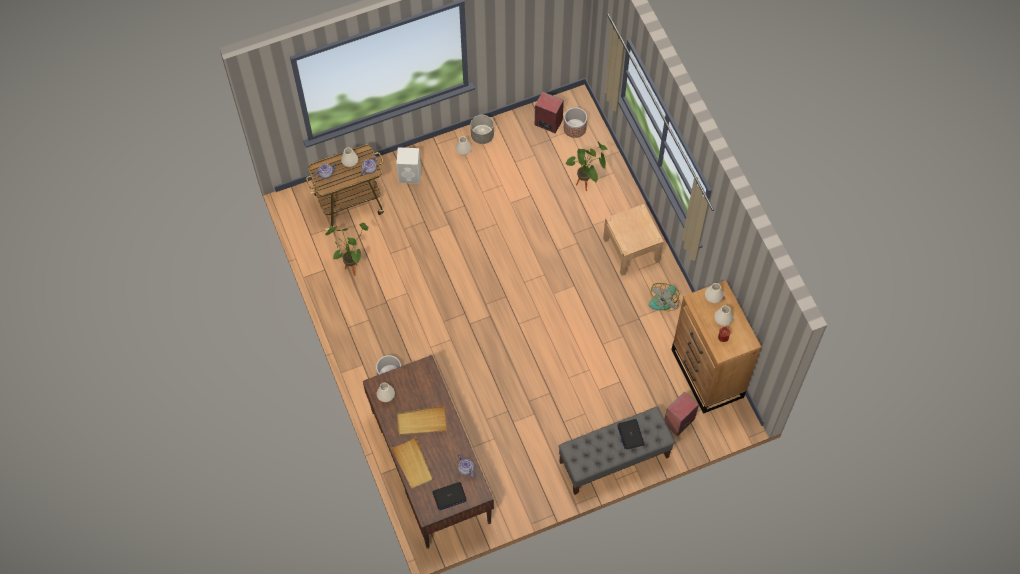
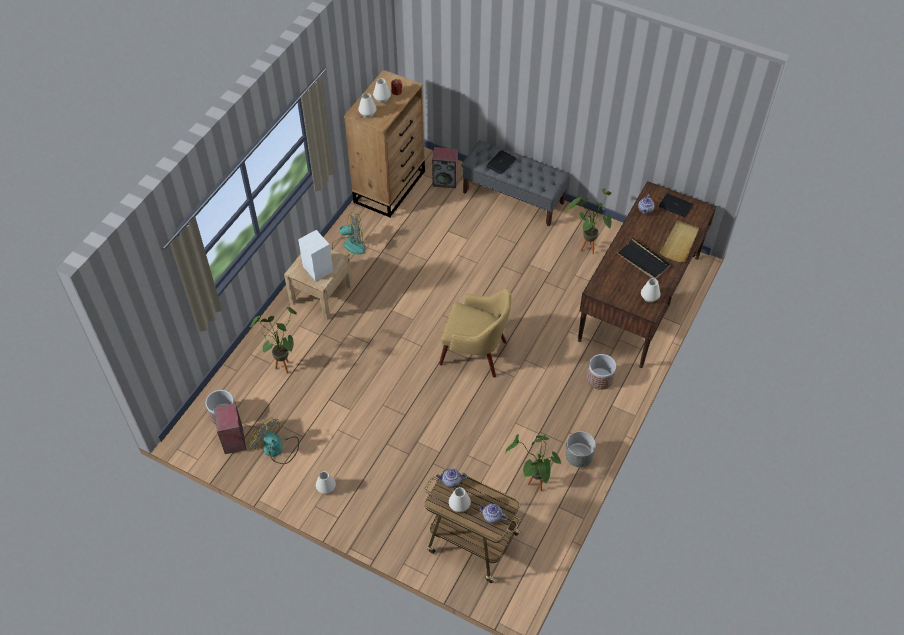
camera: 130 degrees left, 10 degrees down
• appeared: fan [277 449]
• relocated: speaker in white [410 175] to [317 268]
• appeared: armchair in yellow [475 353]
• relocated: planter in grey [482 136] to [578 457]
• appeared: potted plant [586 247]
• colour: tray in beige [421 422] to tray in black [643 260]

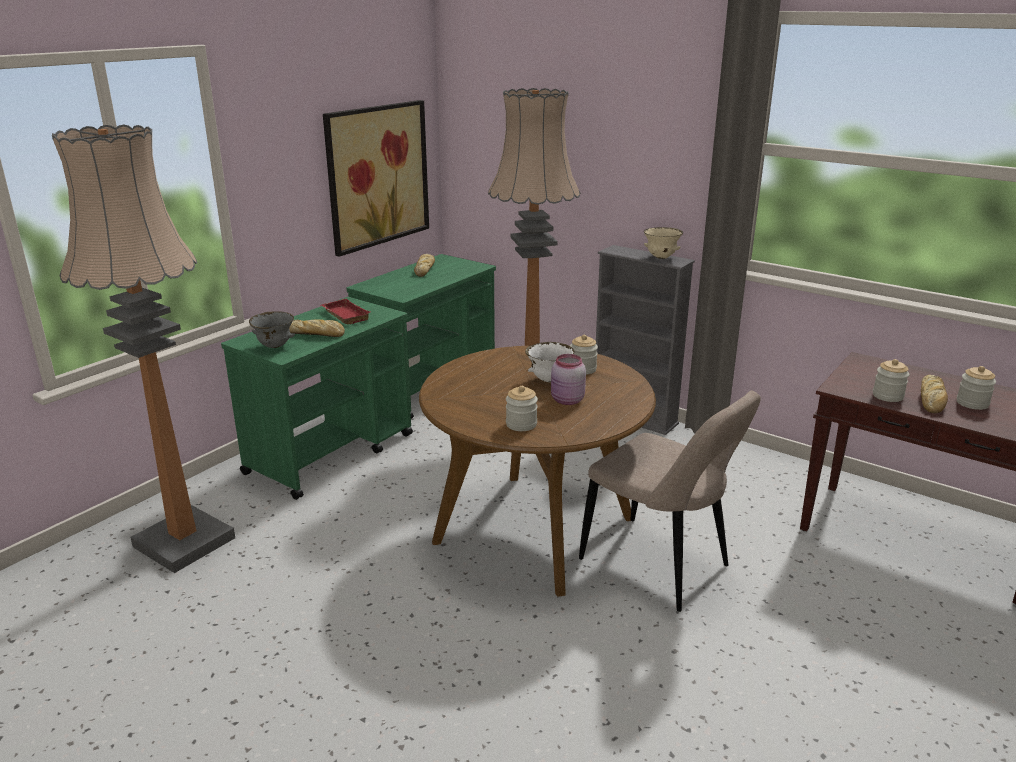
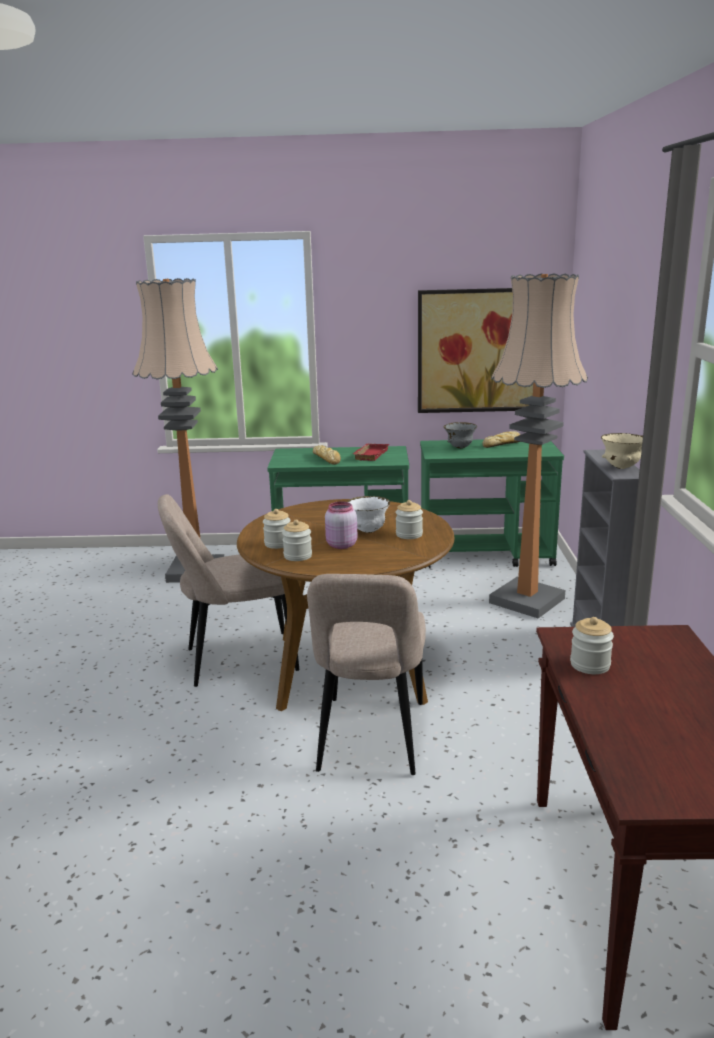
camera: 55 degrees right, 5 degrees down
• appeared: chair in beige [235 660]
• relocated: jar [972 403] to [297 556]
• relocated: bowl in grey [274 346] to [460 447]
• missing: bread [932 399]

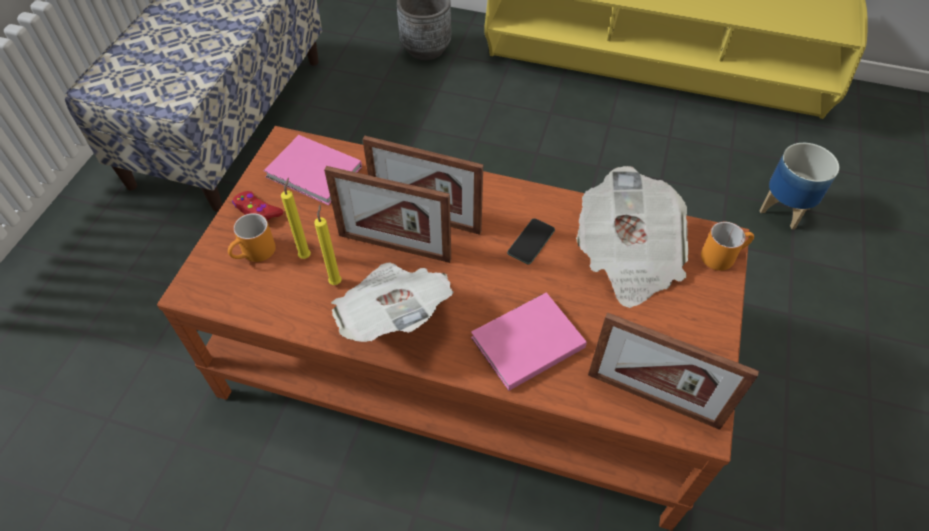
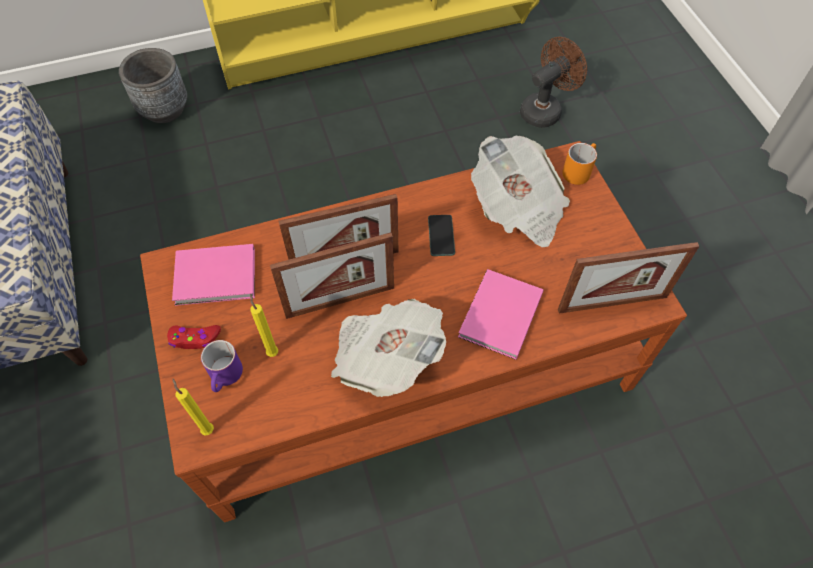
camera: 35 degrees left, 5 degrees up
• relocated: candle in yellow [336 281] to [207 428]
• colour: mug in orange [254 254] to mug in purple [226 377]
• exchanged: planter [783 209] to fan in brown [545 110]

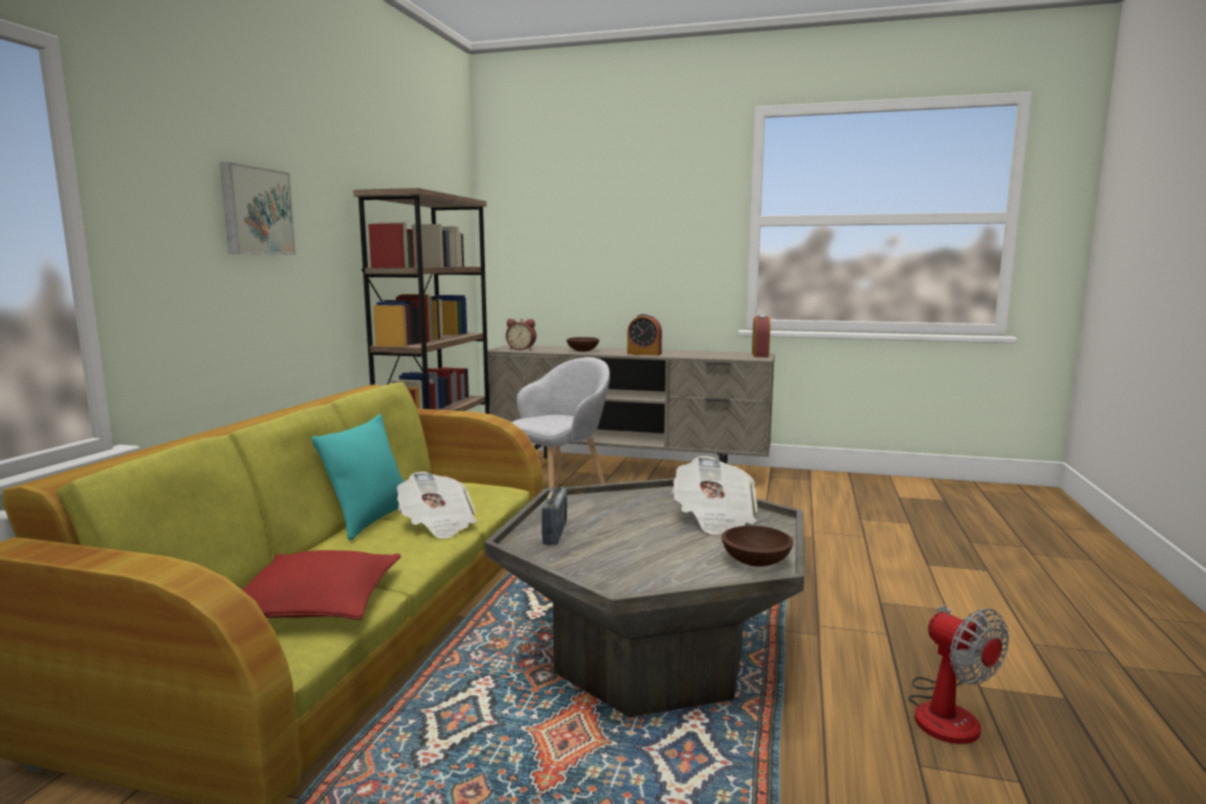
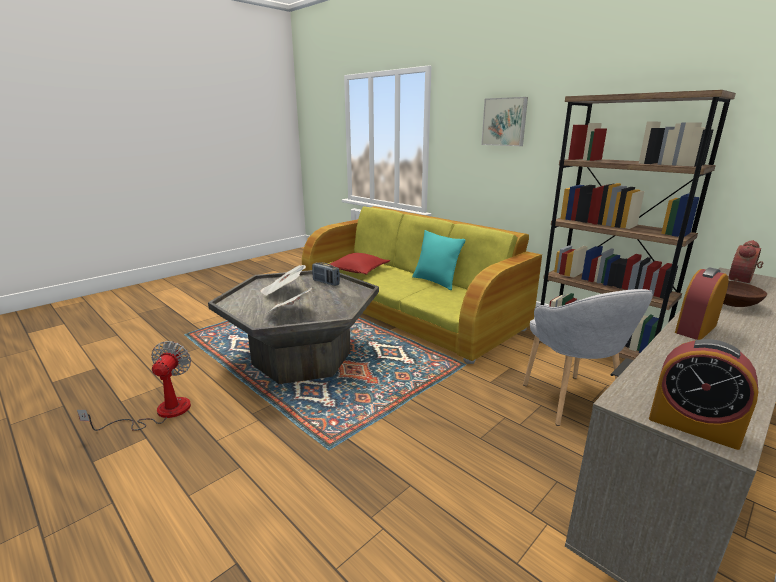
camera: 120 degrees right, 10 degrees up
• spun: fan [946 711] = [160 412] 90 degrees clockwise
• relocated: newspaper [438 525] to [283 292]
• missing: bowl in brown [756 561]

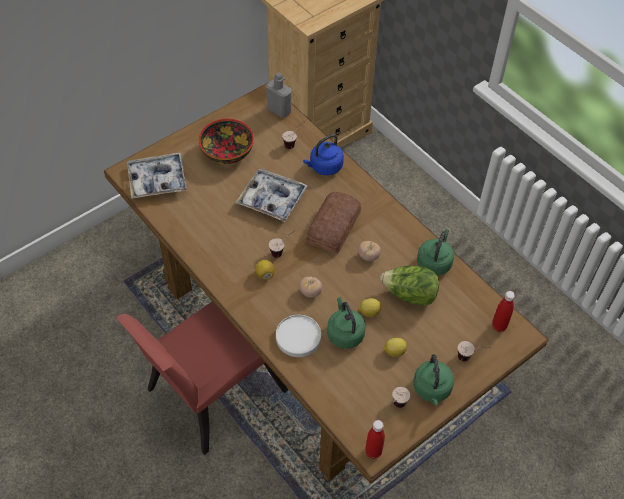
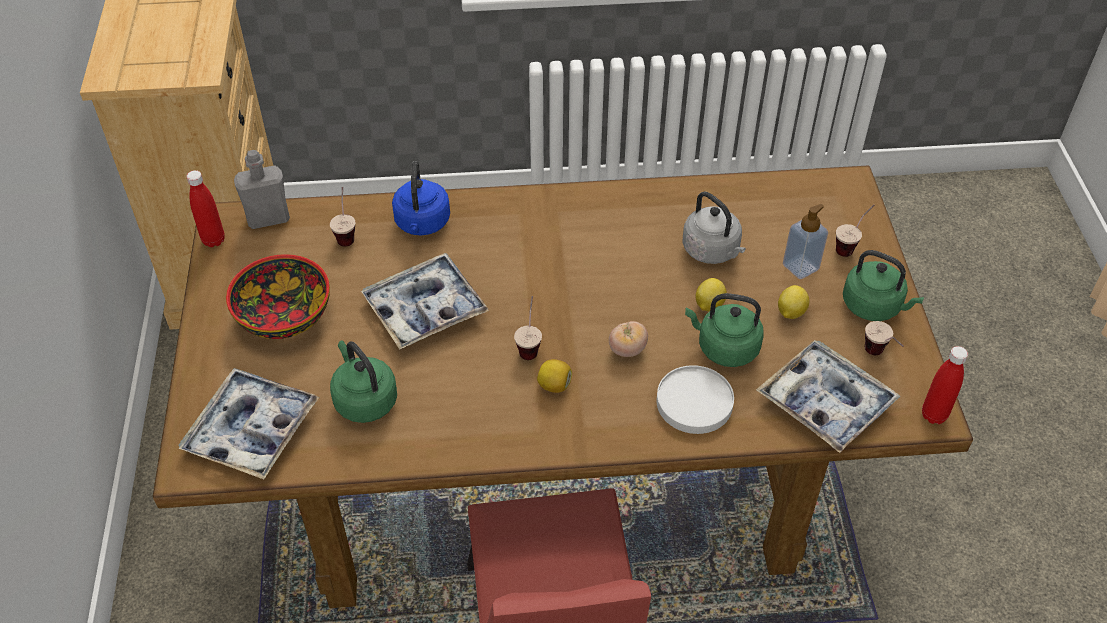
camera: 55 degrees left, 5 degrees down
• relocated: bottle in red [499 326] to [213 240]
• relocated: kettle in green [434 262] to [364 400]
• exchanged: lettuce [409 295] to kettle in grey [712 251]
• appeared: tray [825 402]
• appeared: soap dispenser [800 267]
• missing: bread [335 227]
• missing: tomato [368 256]

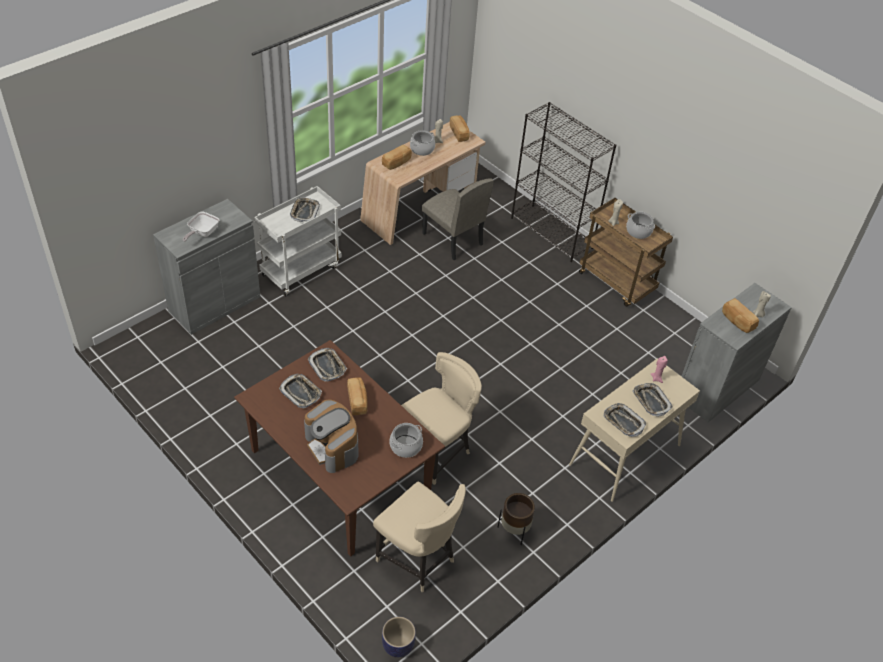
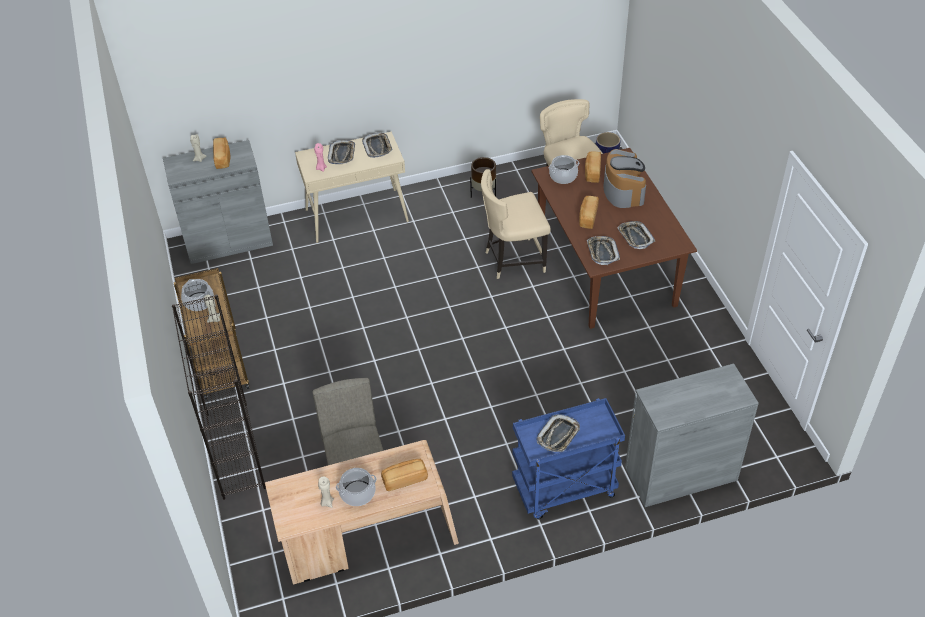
camera: 150 degrees left, 0 degrees up
• colour: cart in white [301 270] to cart in blue [564 490]
• relocated: bread [459 133] to [592 172]
• missing: frying pan [202 233]

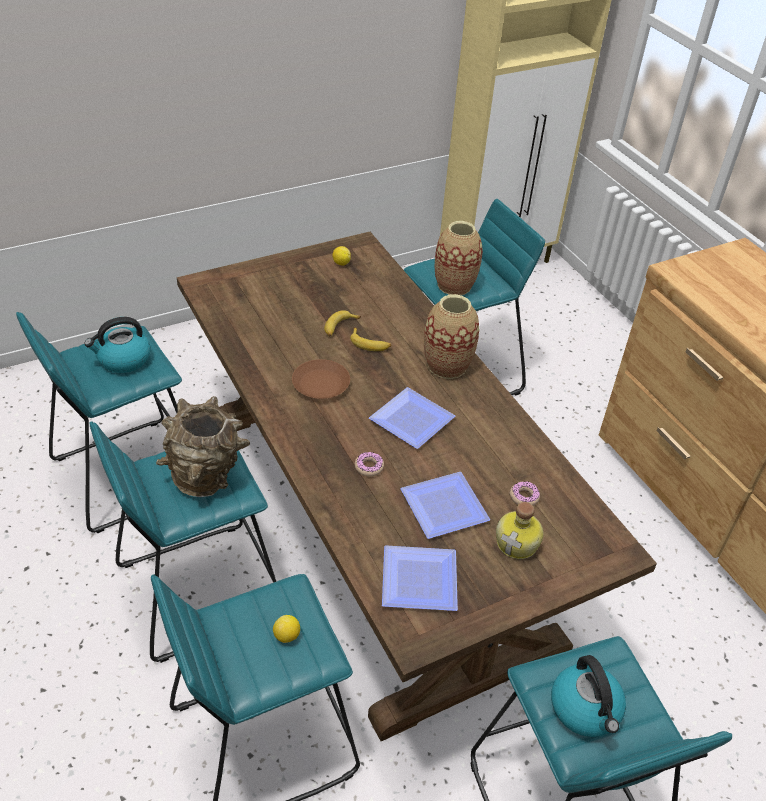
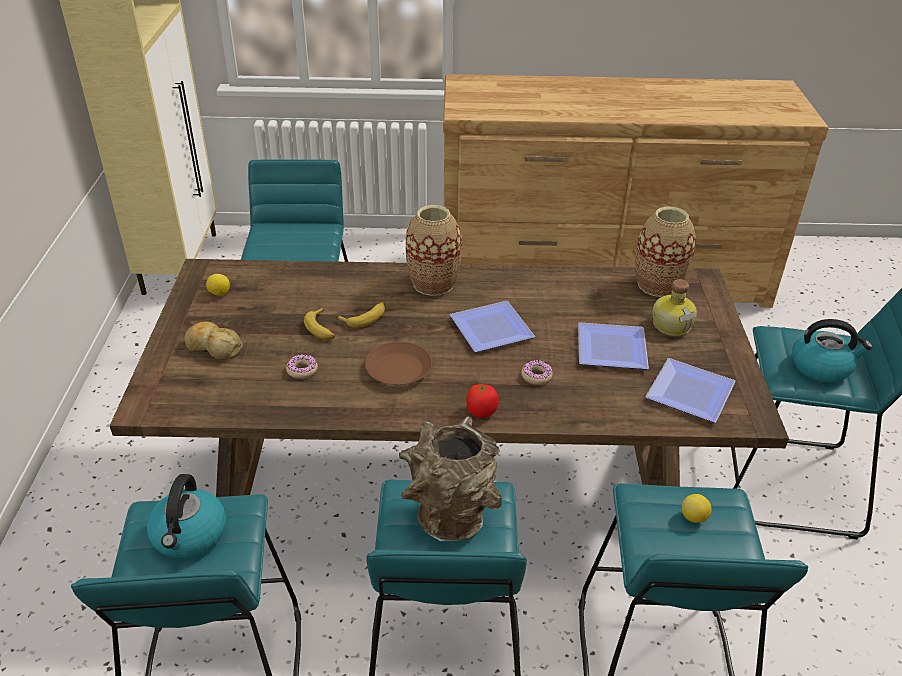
camera: 60 degrees left, 5 degrees down
• appeared: bread [213 347]
• relocated: donut [524 497] to [302 370]
• appeared: tomato [482 412]
• relocated: vase [454 285] to [658 285]

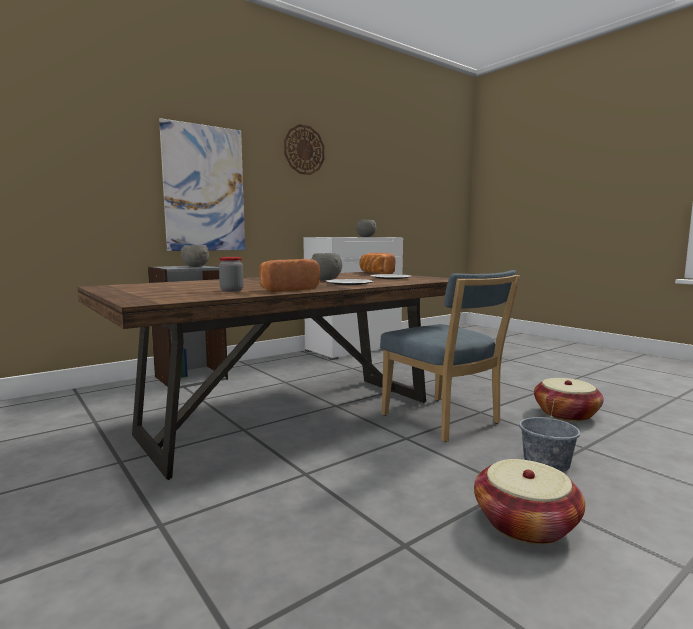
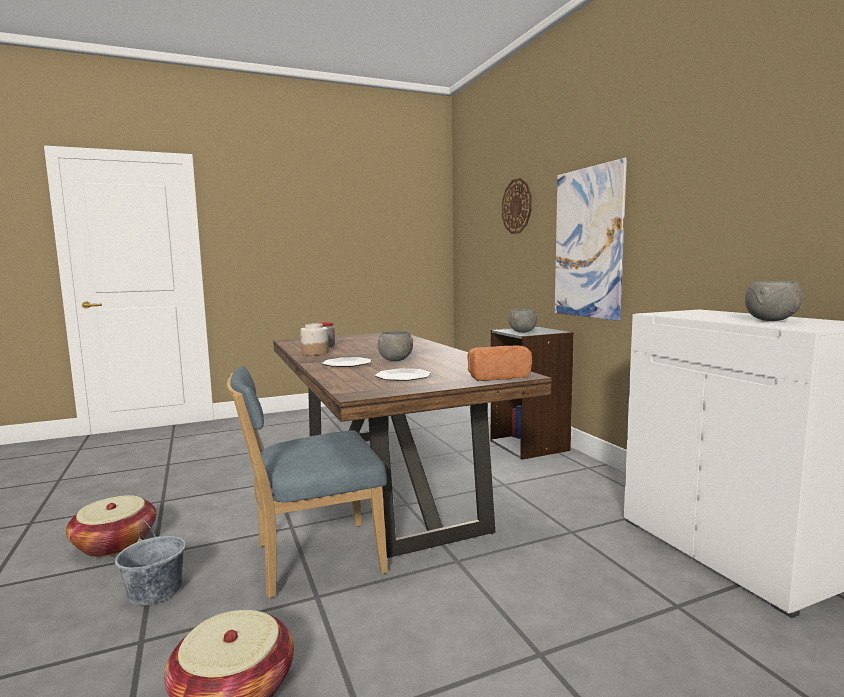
camera: 105 degrees right, 0 degrees up
• exchanged: bread [287 290] to jar [315 353]
• relocated: wall clock [304 150] to [517 206]

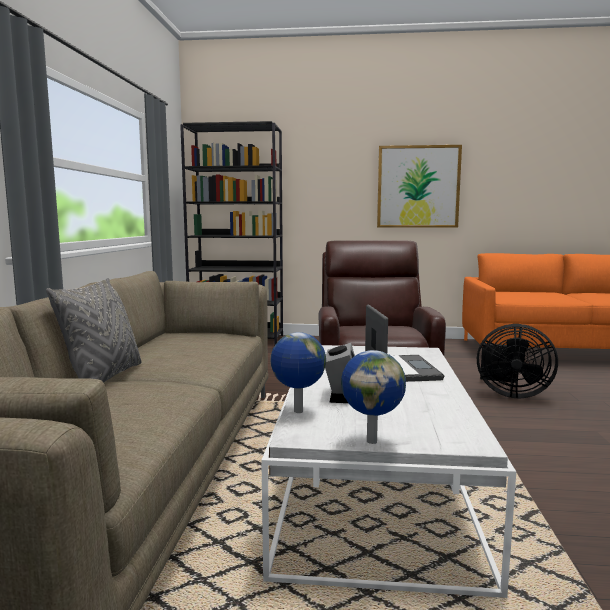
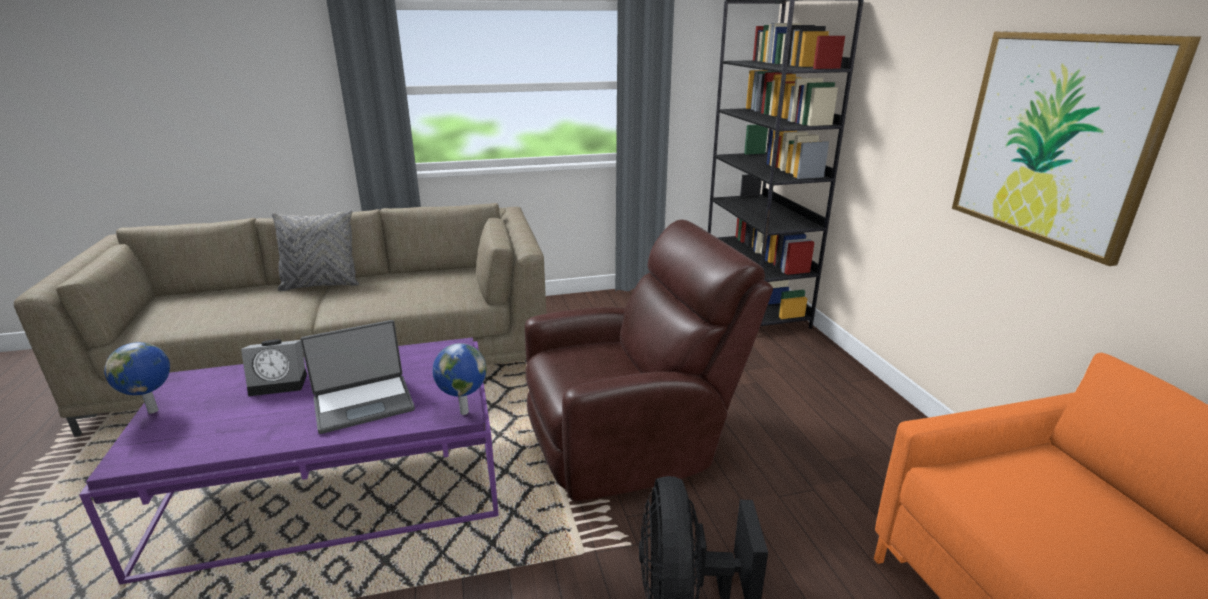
camera: 70 degrees right, 15 degrees up
• colour: coffee table in white [374 482] to coffee table in purple [336 483]
• relocated: globe [298 412] to [463 412]

